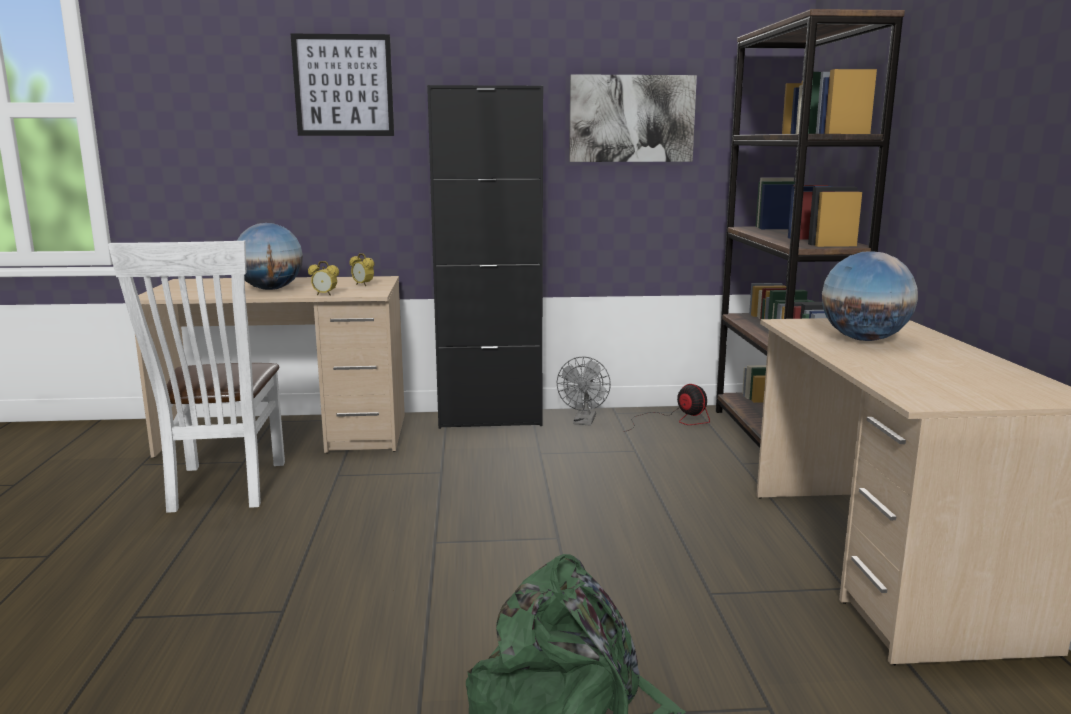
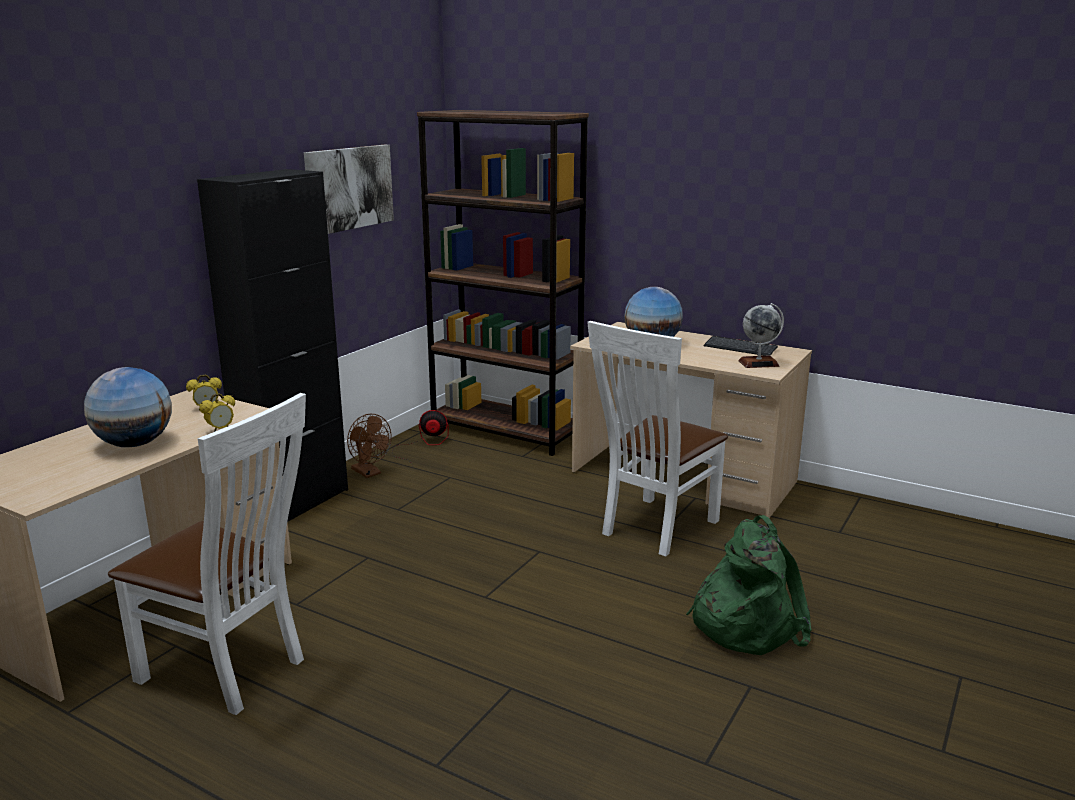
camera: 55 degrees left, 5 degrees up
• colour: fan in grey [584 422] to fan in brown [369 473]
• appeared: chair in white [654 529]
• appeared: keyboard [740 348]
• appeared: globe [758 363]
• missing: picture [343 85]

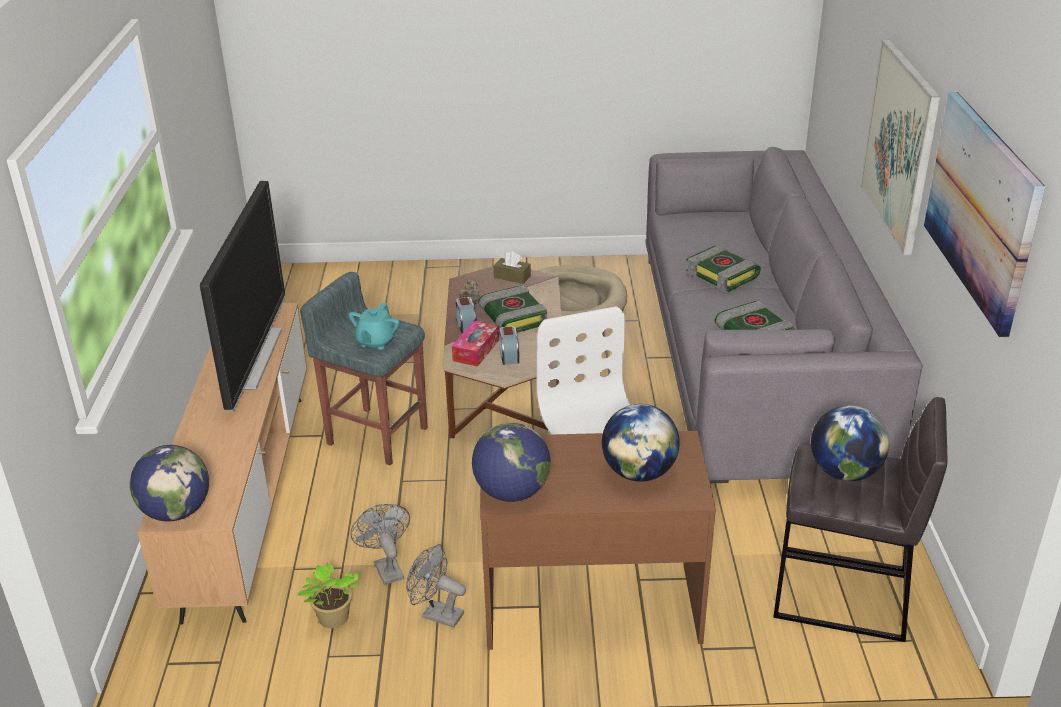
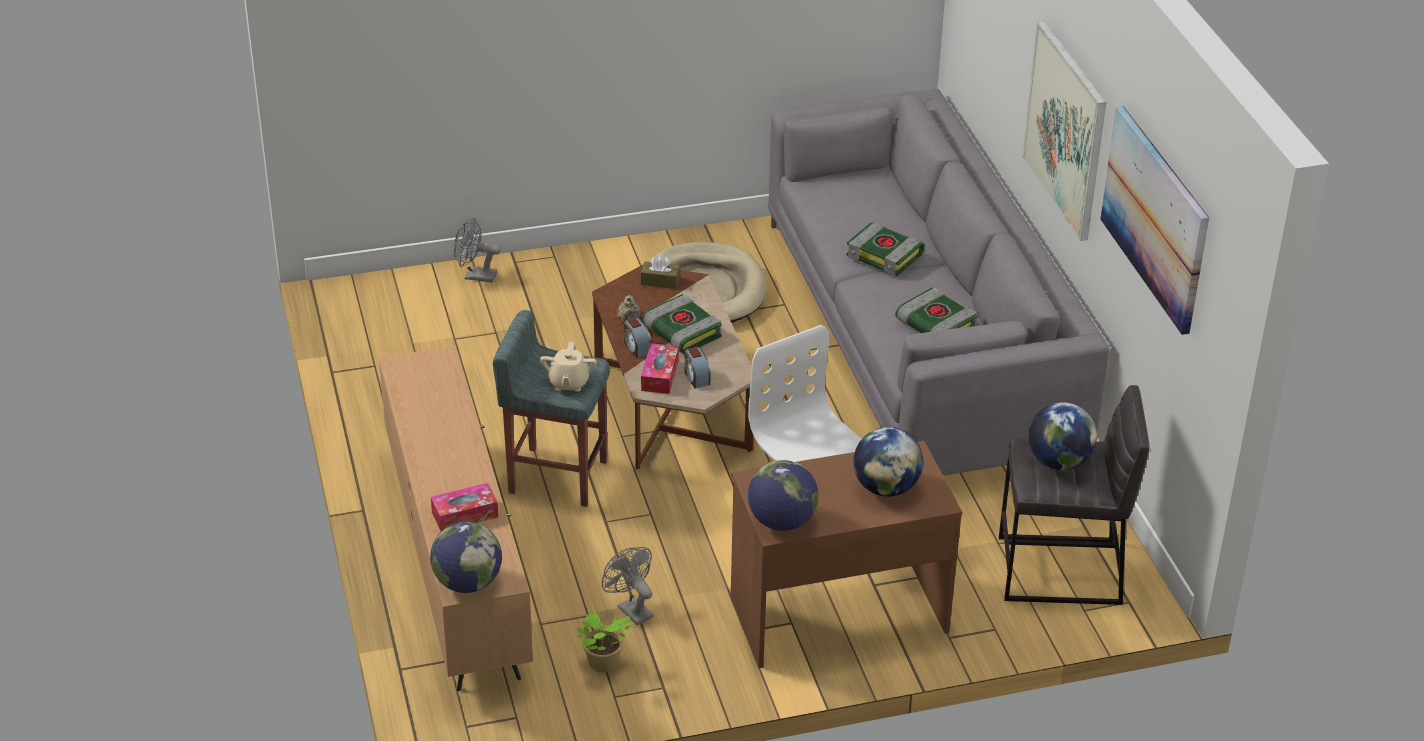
camera: 15 degrees left, 5 degrees up
• appeared: tissue box [465 514]
• relocated: fan in grey [436 614] to [475 276]
• colour: teapot in turquoise [376 341] to teapot in beige [569 383]
• missing: television [252 358]

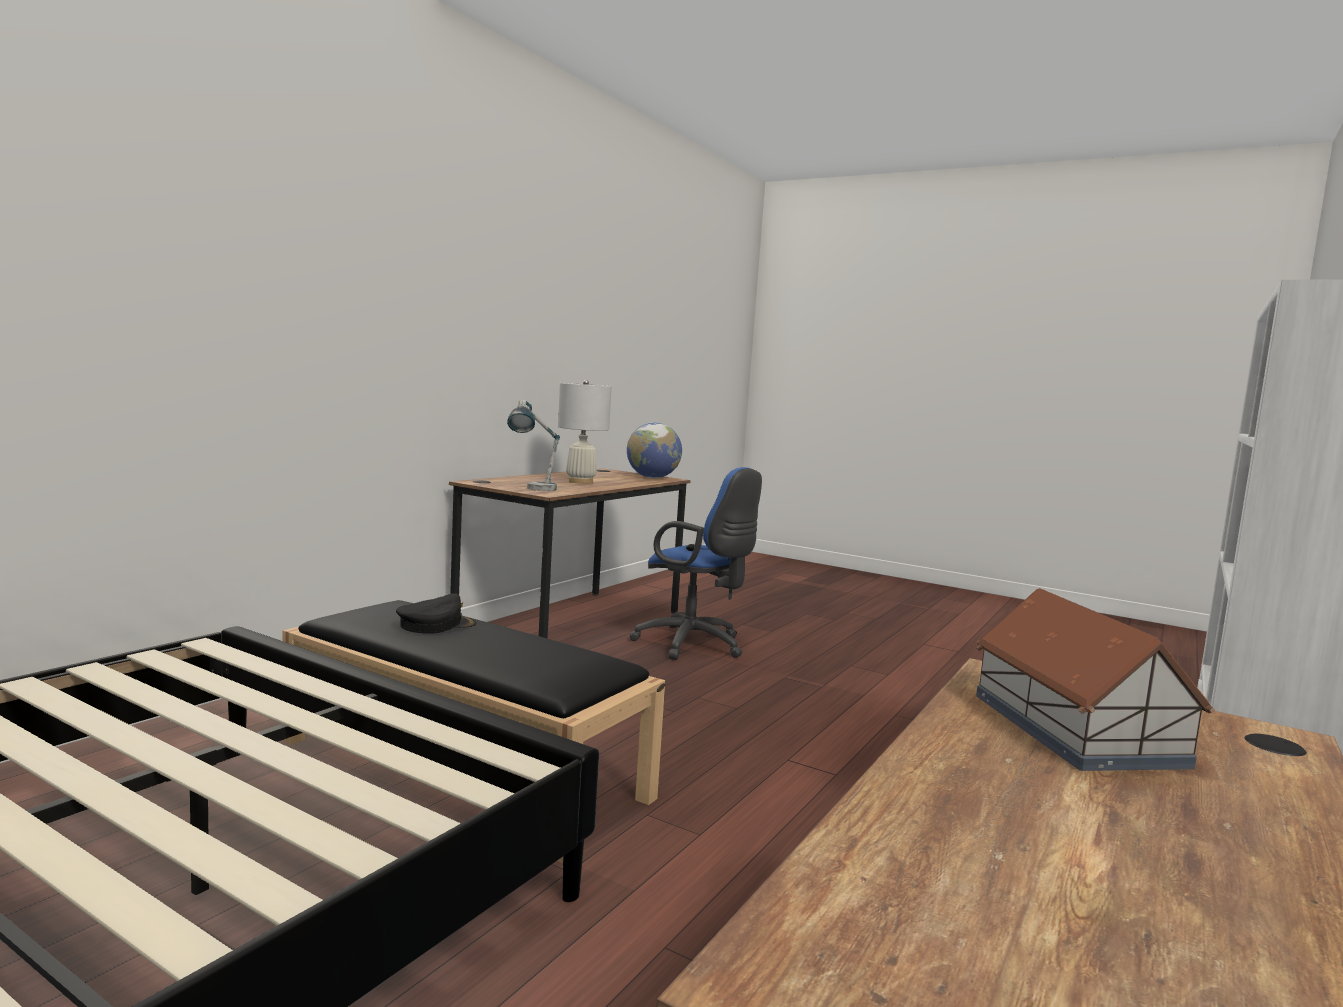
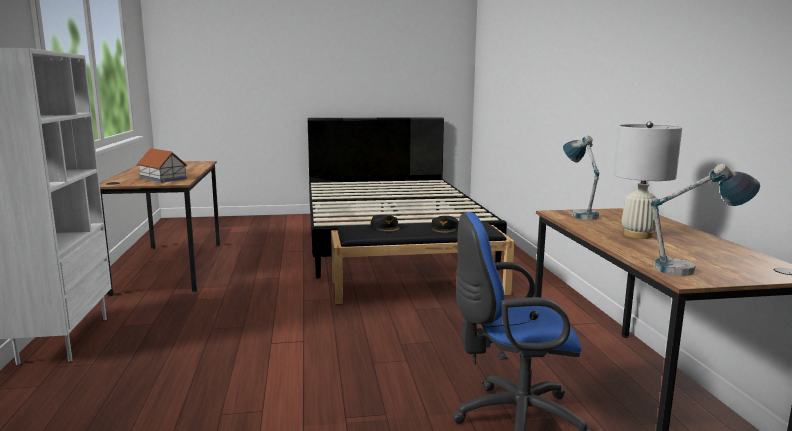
camera: 140 degrees right, 5 degrees up
• appeared: cap in black [385 227]
• exchanged: globe [652 478] to table lamp [692 272]

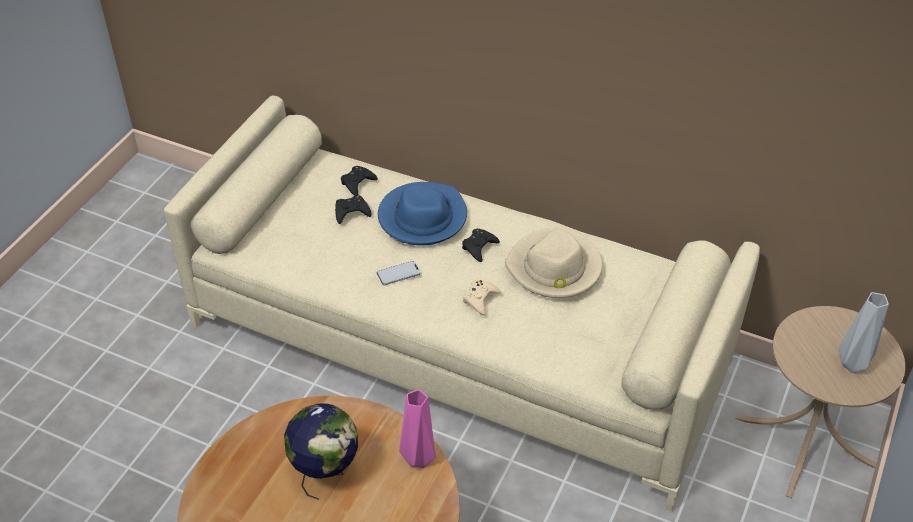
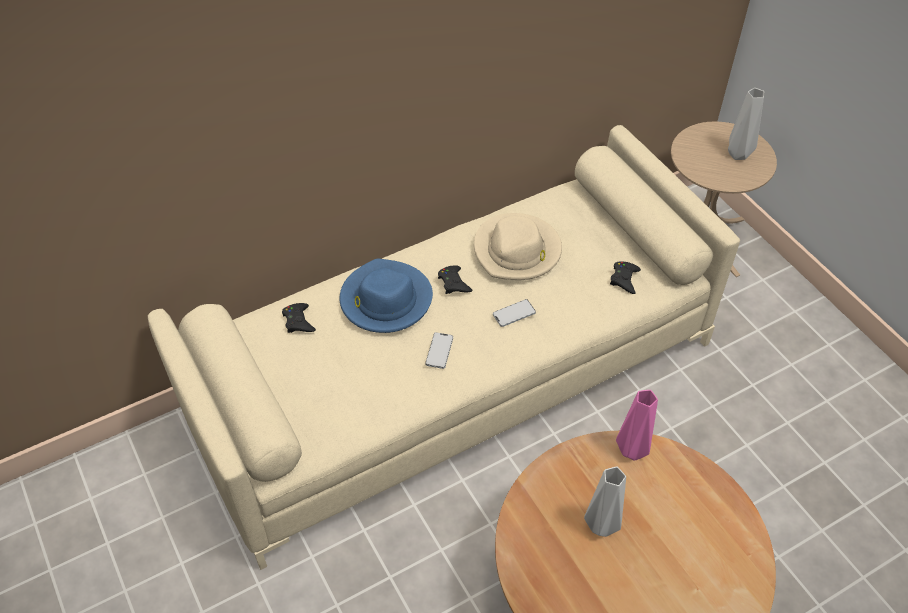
camera: 55 degrees left, 5 degrees up
• exchanged: game controller in beige [480 299] to phone [514 313]
• exchanged: globe [325 473] to vase in grey [603 525]
• relocated: game controller in black [351 212] to [624 279]

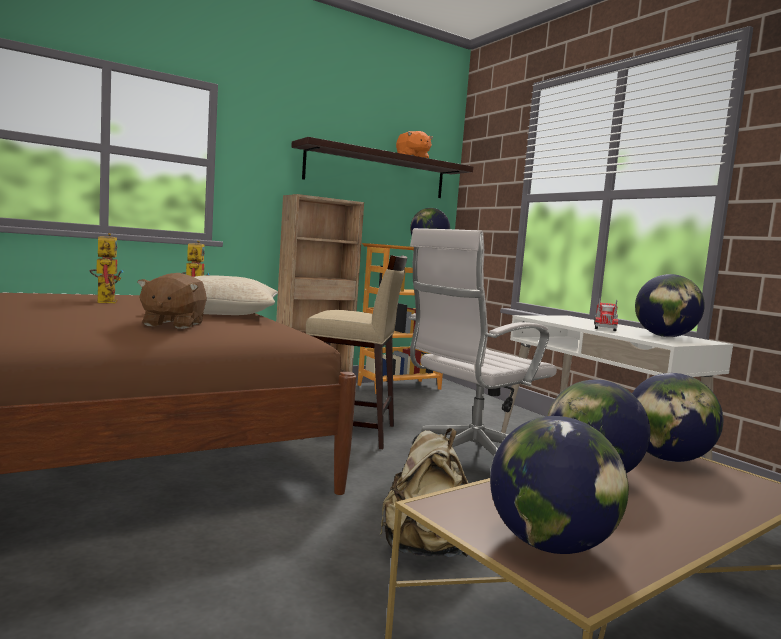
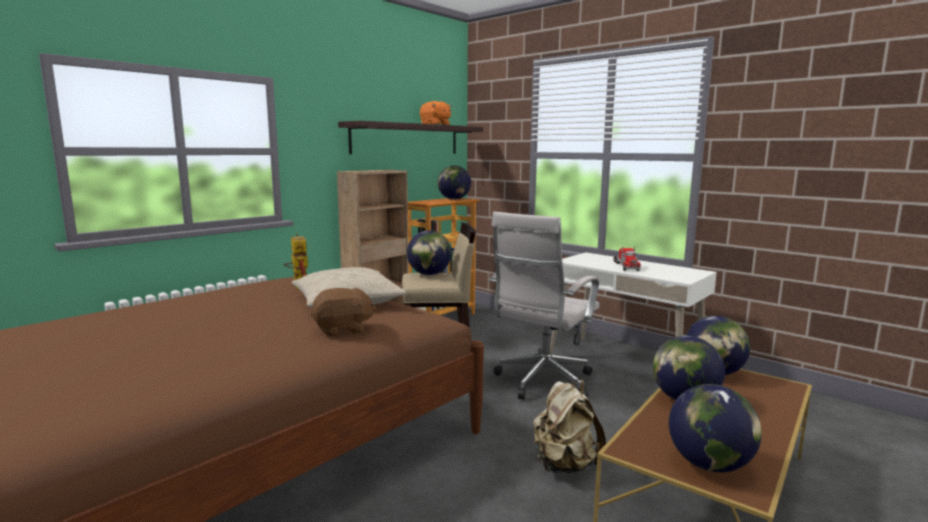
camera: 15 degrees left, 5 degrees up
• spun: plush toy in brown [172 324] = [343 330] 90 degrees counterclockwise
• relocated: globe [664 336] to [429 274]
• missing: toy robot [105 301]

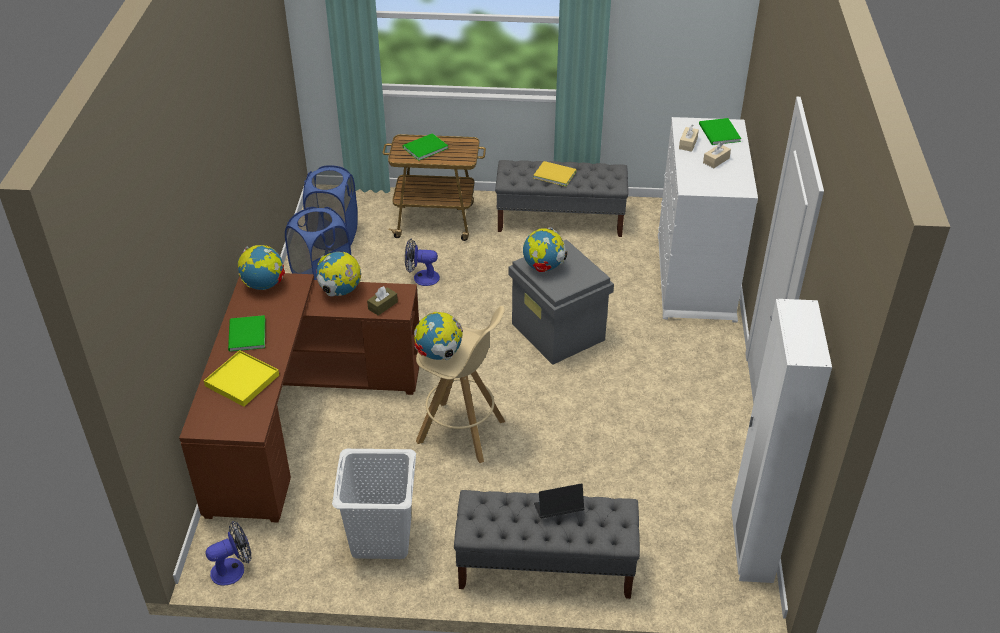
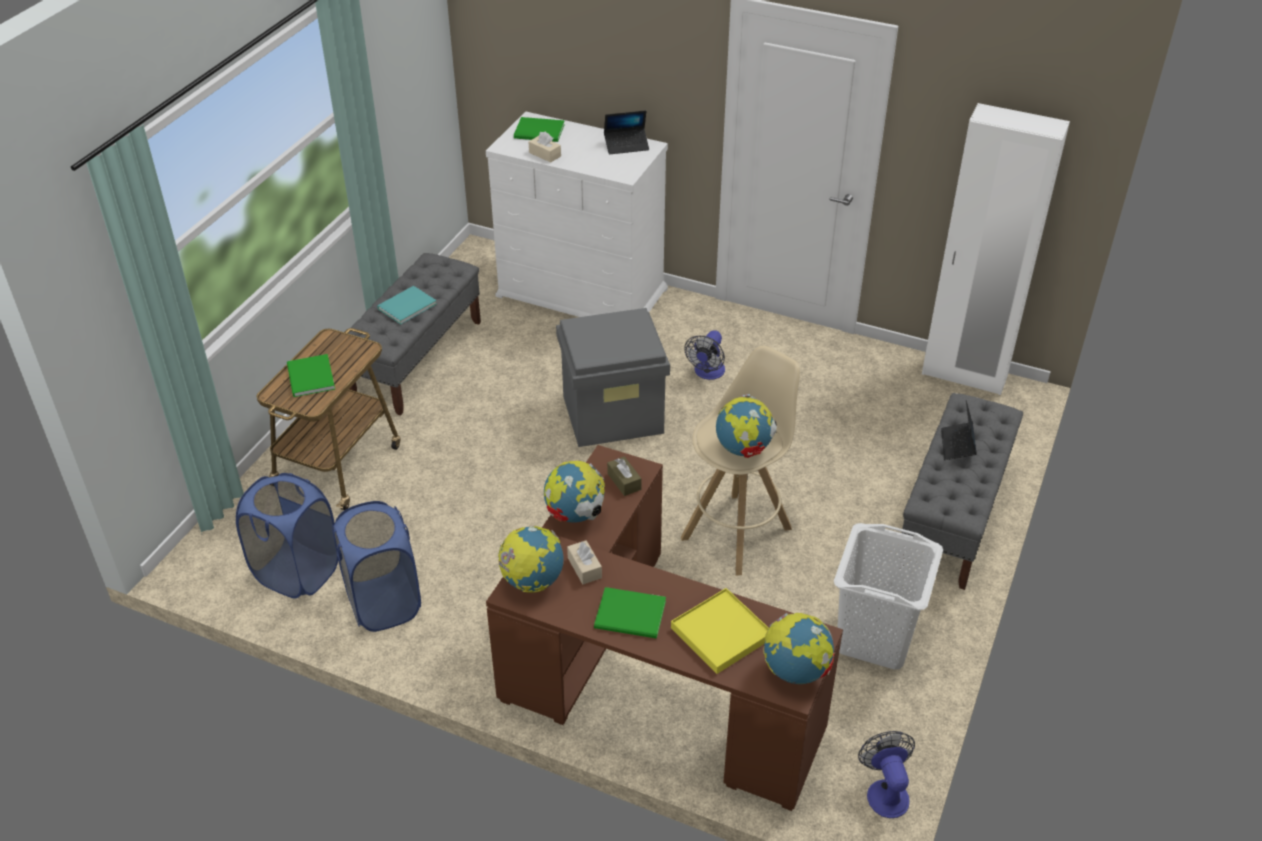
camera: 70 degrees left, 0 degrees up
• colour: book in yellow [554 174] to book in turquoise [405 306]
• relocated: tissue box in beige [716 160] to [584 568]
• appeared: laptop [626 145]
• relocated: fan [421 278] to [707 373]
• relocated: globe [543 267] to [796 671]

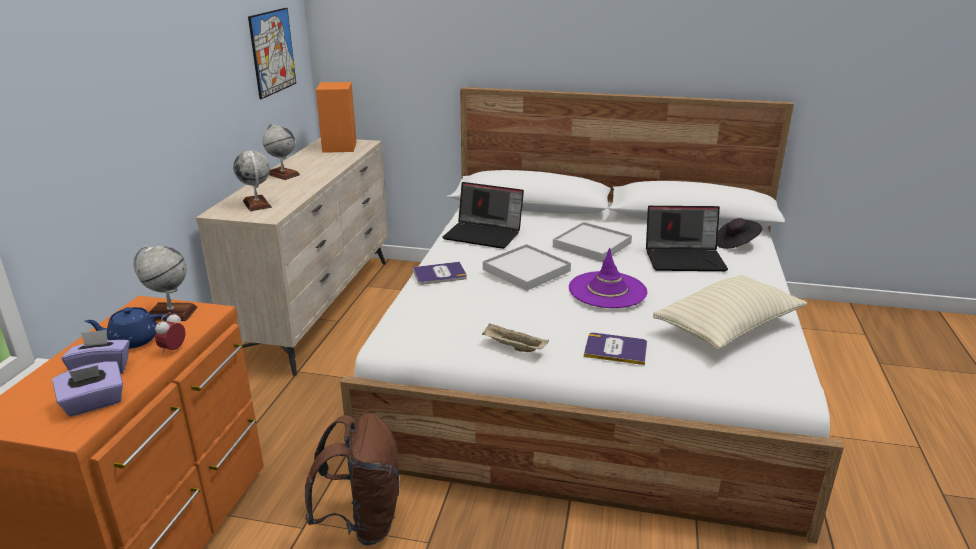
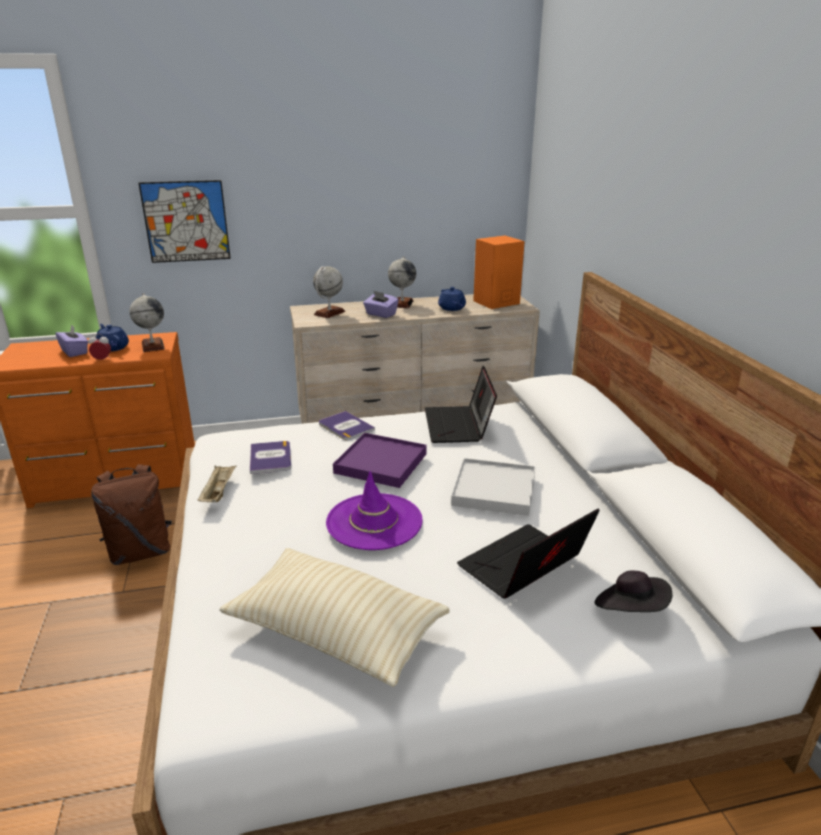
camera: 65 degrees right, 0 degrees up
• relocated: picture [272 52] to [186 221]
• relocated: book [615 349] to [270 458]
• colour: tray in white [526 270] to tray in purple [380 463]
• relocated: tissue box in purple [94 403] to [380 314]
• appeared: teapot in blue [452 308]
• spun: laptop [685 259] = [523 567] 75 degrees clockwise

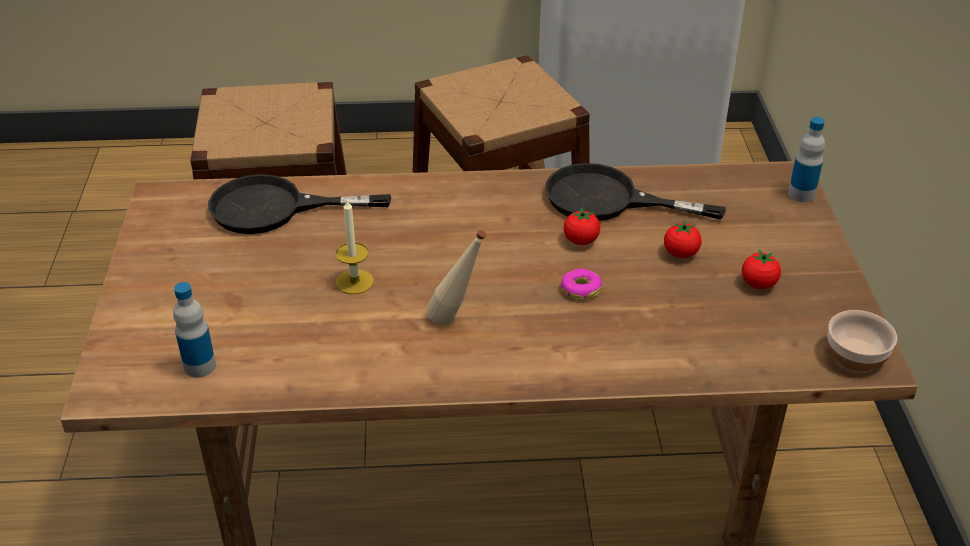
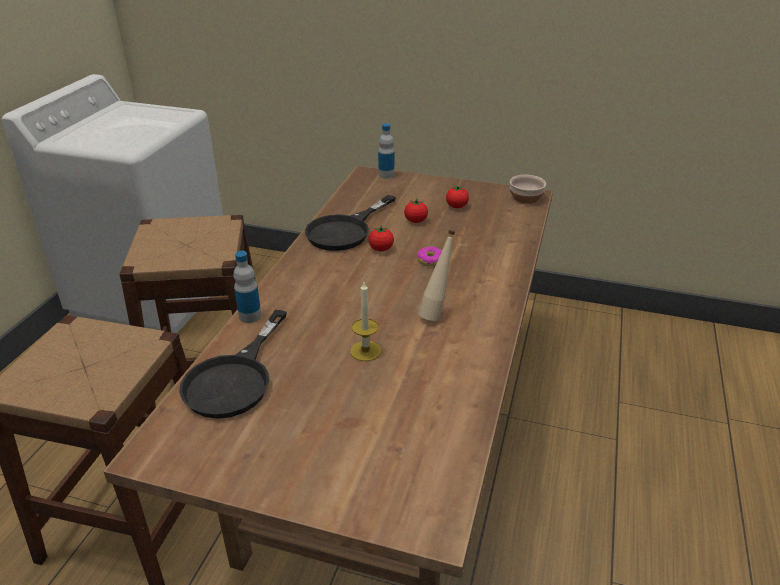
camera: 70 degrees left, 5 degrees down
• relocated: bottle [200 366] to [250 316]

